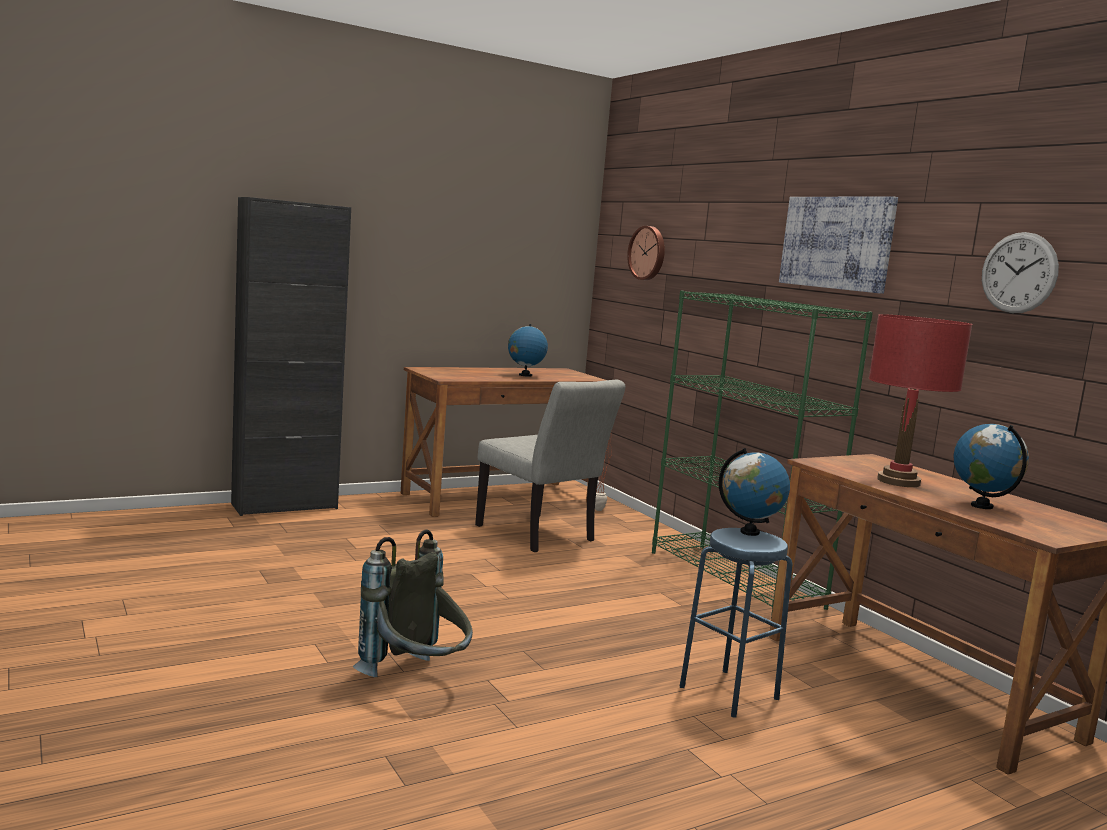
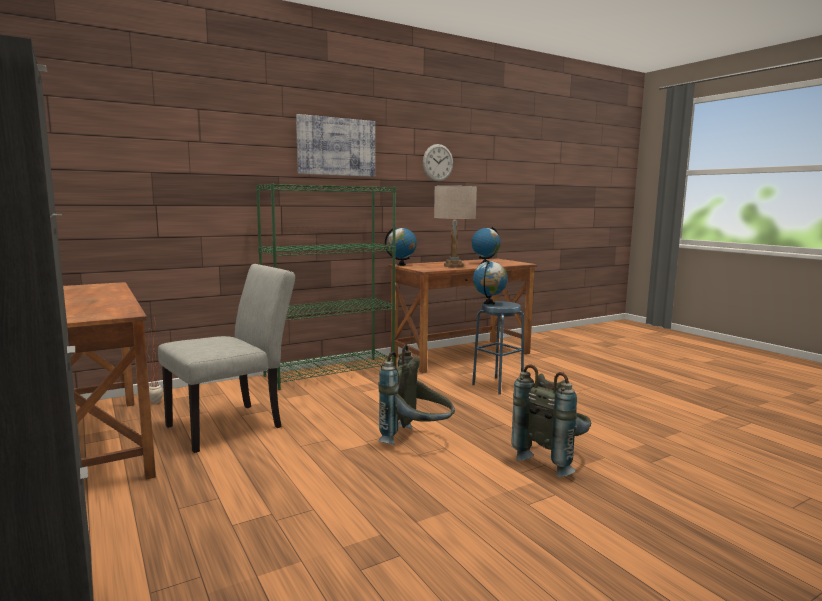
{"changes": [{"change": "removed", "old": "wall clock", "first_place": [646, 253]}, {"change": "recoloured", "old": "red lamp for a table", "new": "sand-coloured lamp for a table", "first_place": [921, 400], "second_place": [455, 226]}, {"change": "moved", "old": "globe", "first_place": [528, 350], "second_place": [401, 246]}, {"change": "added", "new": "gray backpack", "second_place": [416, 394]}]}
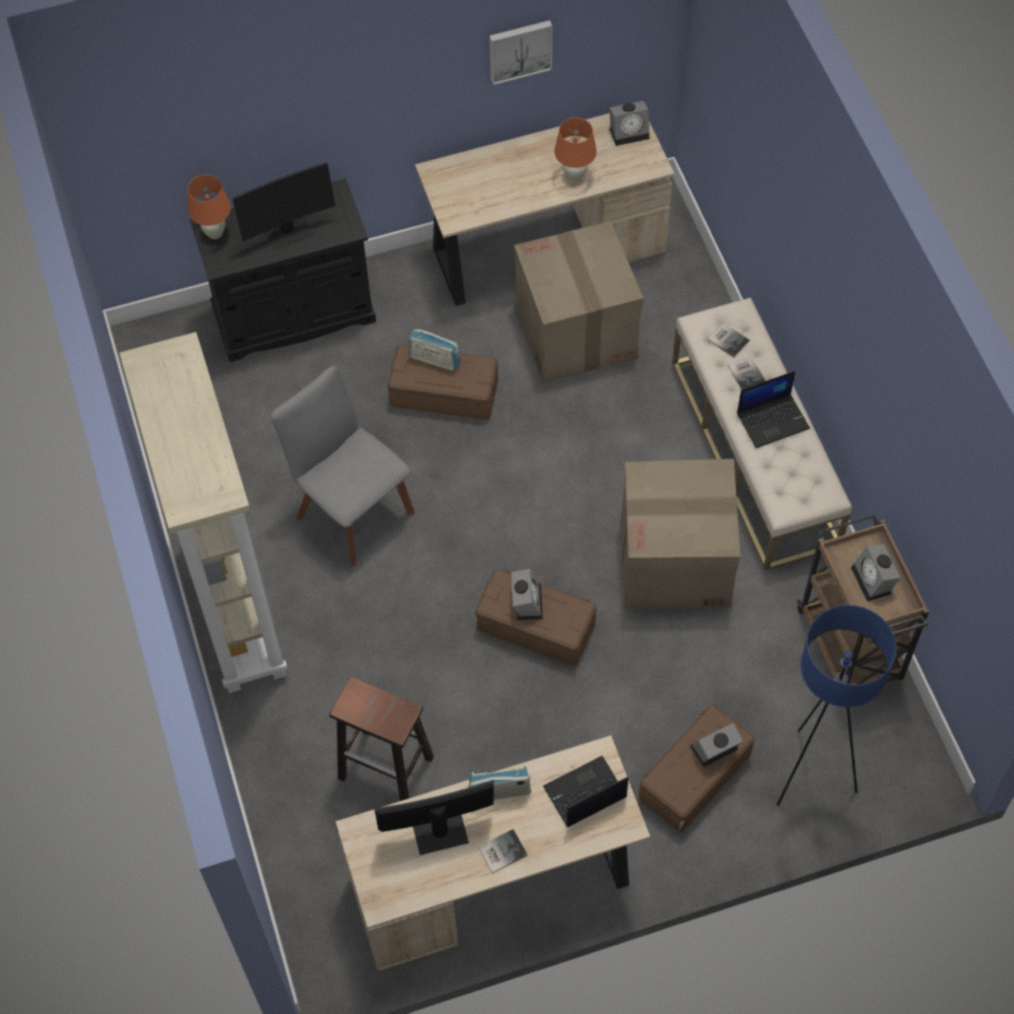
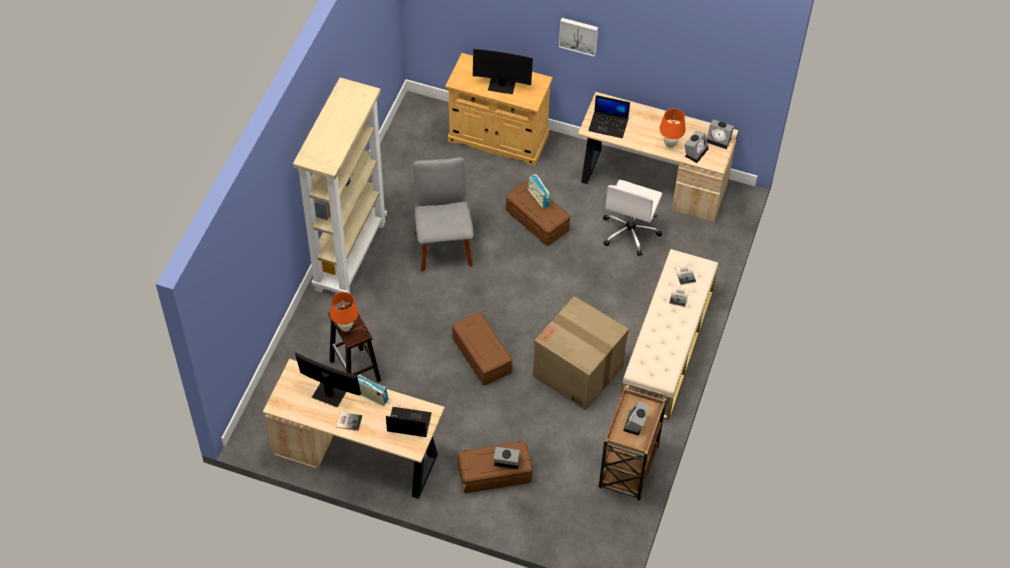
{"changes": [{"change": "moved", "old": "wall art", "first_place": [520, 52], "second_place": [578, 37]}, {"change": "moved", "old": "orange lamp for a table", "first_place": [209, 207], "second_place": [344, 312]}, {"change": "recoloured", "old": "black-coloured cupboard", "new": "sand-coloured cupboard", "first_place": [283, 270], "second_place": [499, 109]}, {"change": "replaced", "old": "carton", "new": "white-coloured desk chair", "first_place": [579, 301], "second_place": [633, 218]}, {"change": "moved", "old": "laptop", "first_place": [773, 409], "second_place": [609, 116]}, {"change": "moved", "old": "table clock", "first_place": [527, 594], "second_place": [696, 147]}, {"change": "removed", "old": "blue standing lamp", "first_place": [837, 705]}]}
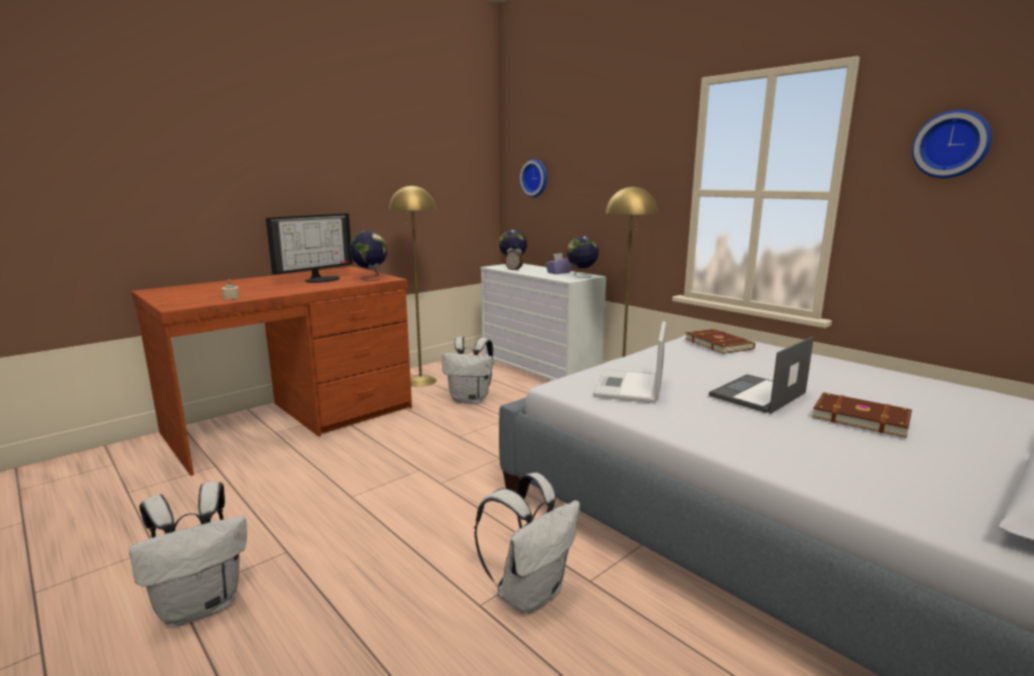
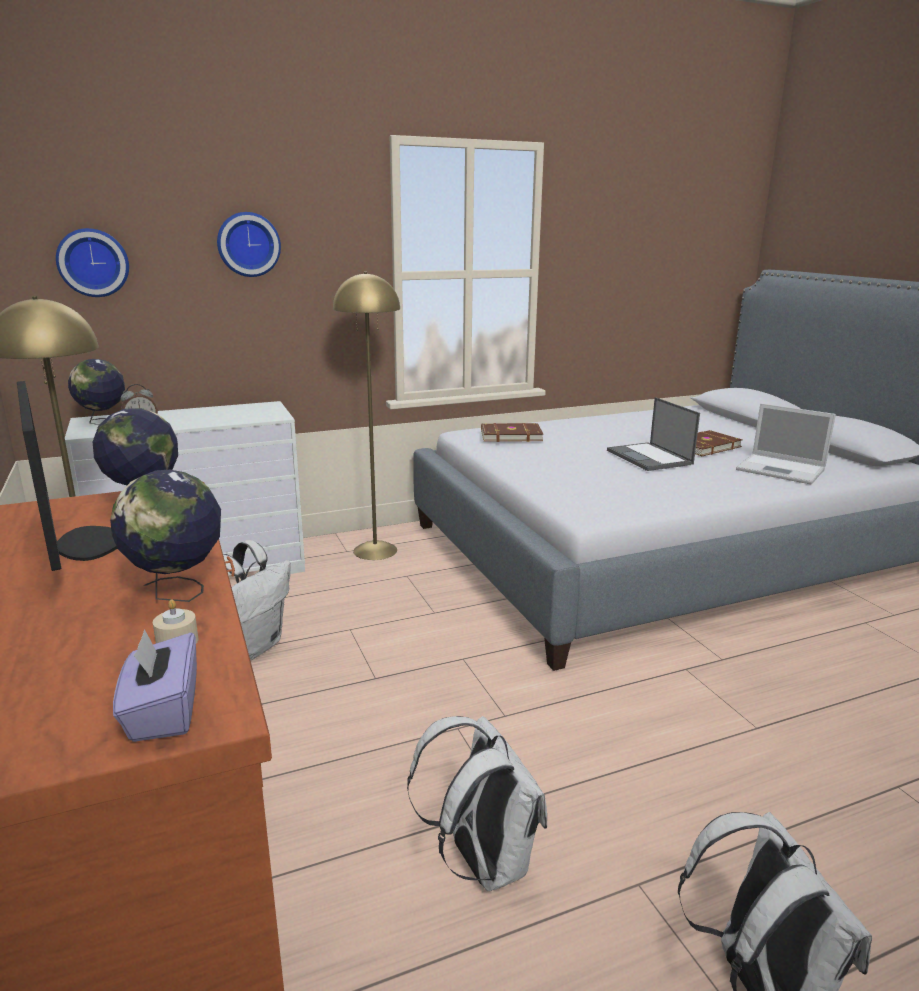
{"changes": [{"change": "moved", "old": "wall clock", "first_place": [952, 144], "second_place": [249, 244]}, {"change": "moved", "old": "globe", "first_place": [583, 257], "second_place": [165, 536]}, {"change": "moved", "old": "purplish tissue box", "first_place": [558, 263], "second_place": [155, 685]}, {"change": "moved", "old": "laptop", "first_place": [629, 362], "second_place": [786, 444]}, {"change": "moved", "old": "white-coloured backpack", "first_place": [527, 543], "second_place": [477, 803]}]}
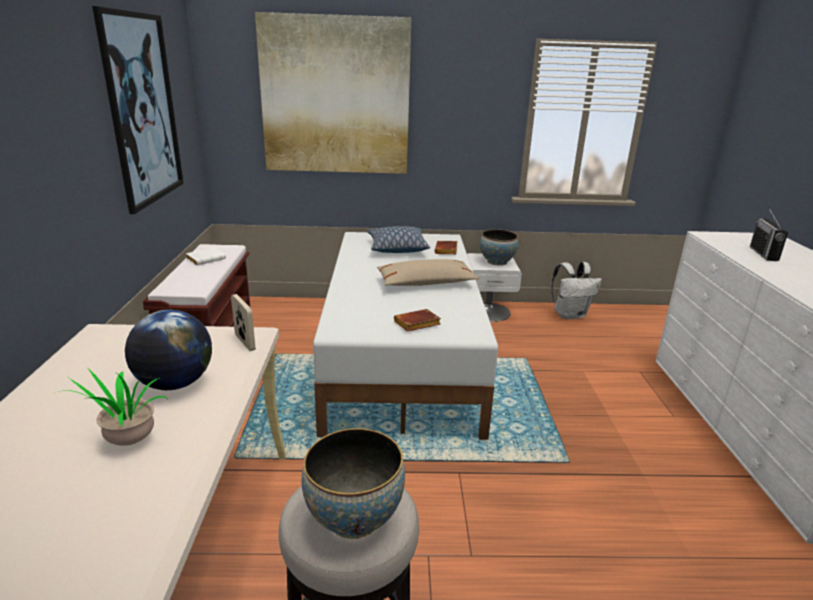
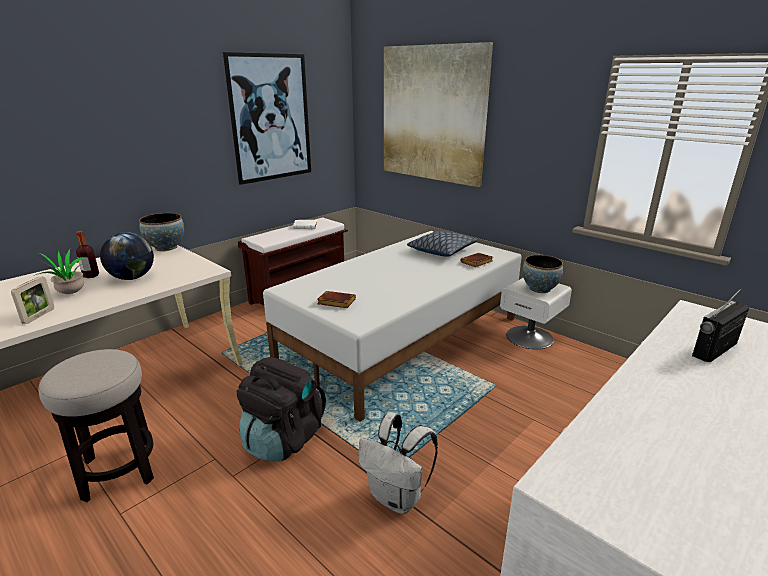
{"changes": [{"change": "removed", "old": "sand-coloured throw pillow", "first_place": [428, 272]}, {"change": "moved", "old": "white-coloured backpack", "first_place": [576, 290], "second_place": [398, 463]}, {"change": "moved", "old": "picture frame", "first_place": [243, 322], "second_place": [32, 300]}, {"change": "moved", "old": "bowl", "first_place": [353, 483], "second_place": [161, 232]}, {"change": "added", "new": "drink bottle", "second_place": [87, 254]}, {"change": "added", "new": "black-coloured backpack", "second_place": [281, 409]}]}
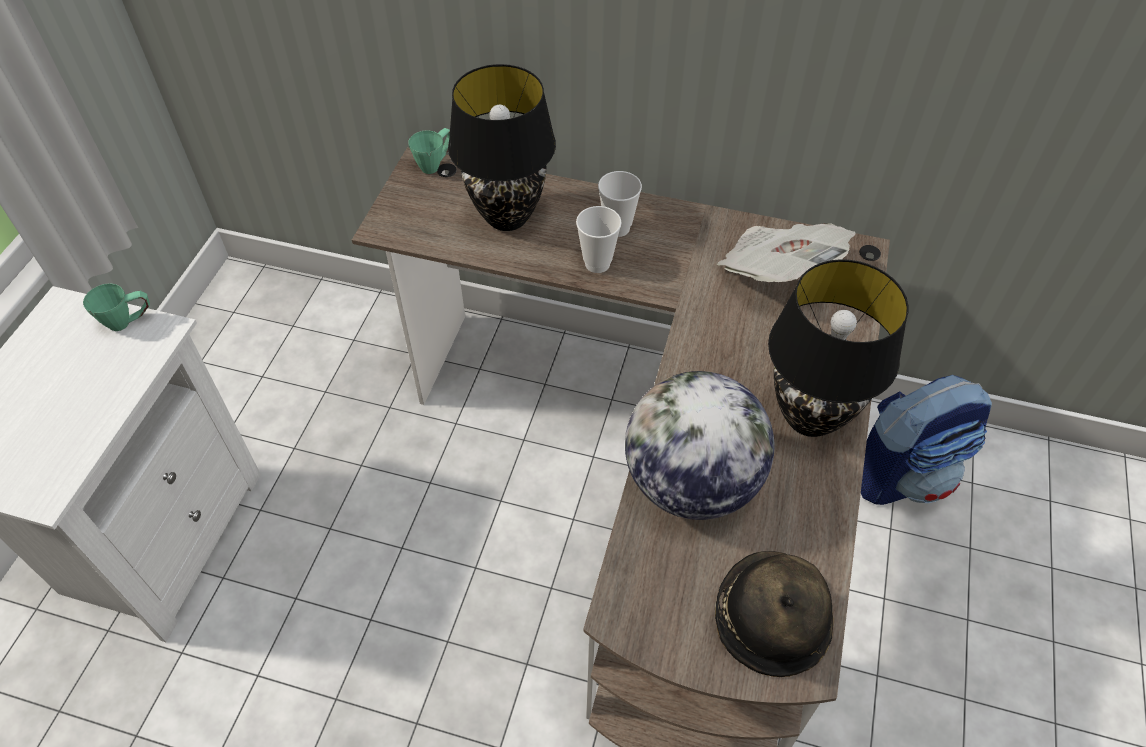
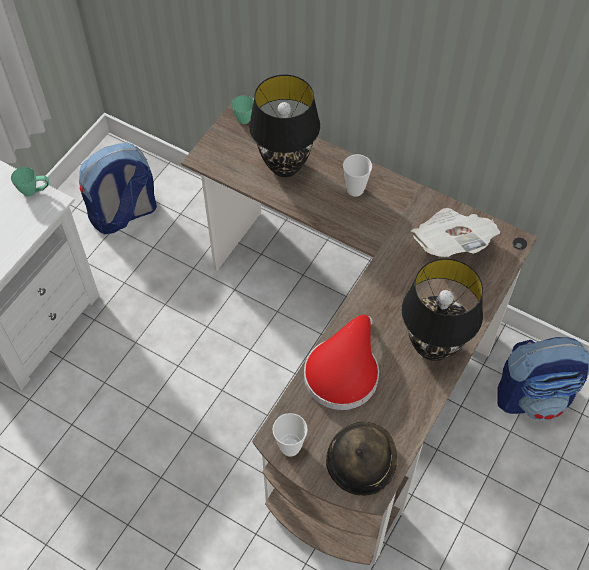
{"changes": [{"change": "moved", "old": "cup", "first_place": [599, 239], "second_place": [290, 435]}, {"change": "replaced", "old": "globe", "new": "red hat", "first_place": [699, 445], "second_place": [341, 362]}, {"change": "added", "new": "backpack", "second_place": [118, 188]}]}
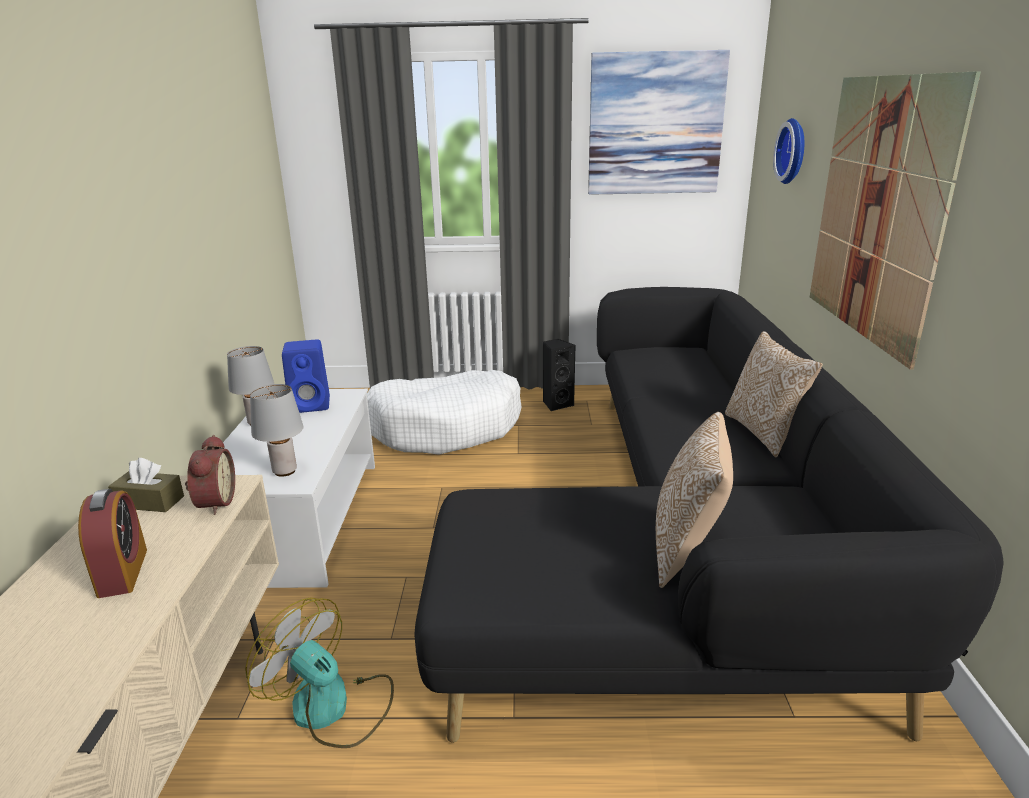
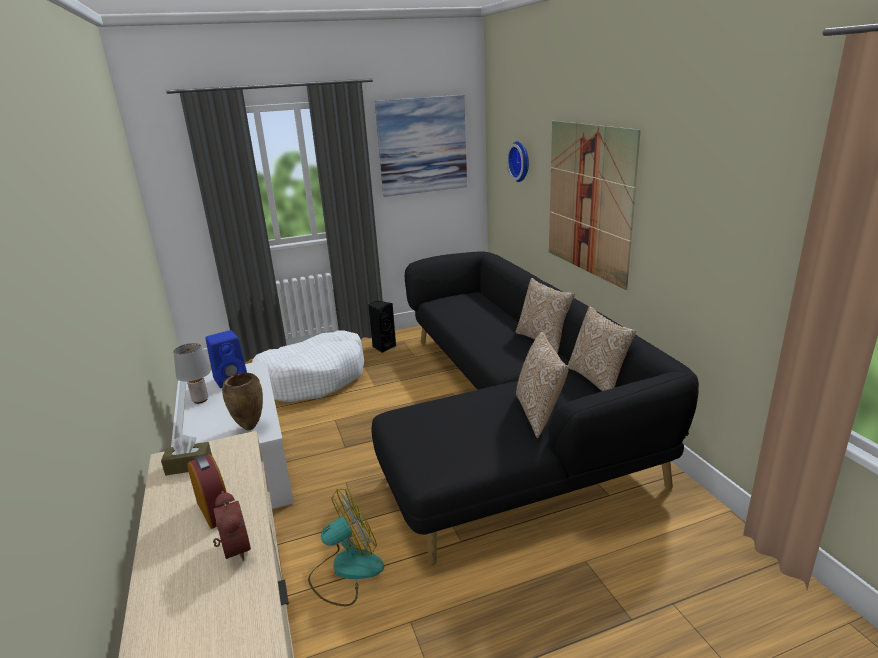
{"changes": [{"change": "replaced", "old": "gray lamp for a table", "new": "brownish vase", "first_place": [276, 430], "second_place": [242, 402]}, {"change": "moved", "old": "table clock", "first_place": [210, 475], "second_place": [232, 526]}, {"change": "turned", "old": "electric fan", "first_place": [319, 673], "second_place": [346, 547], "degrees": 135}, {"change": "added", "new": "throw pillow", "second_place": [602, 348]}]}
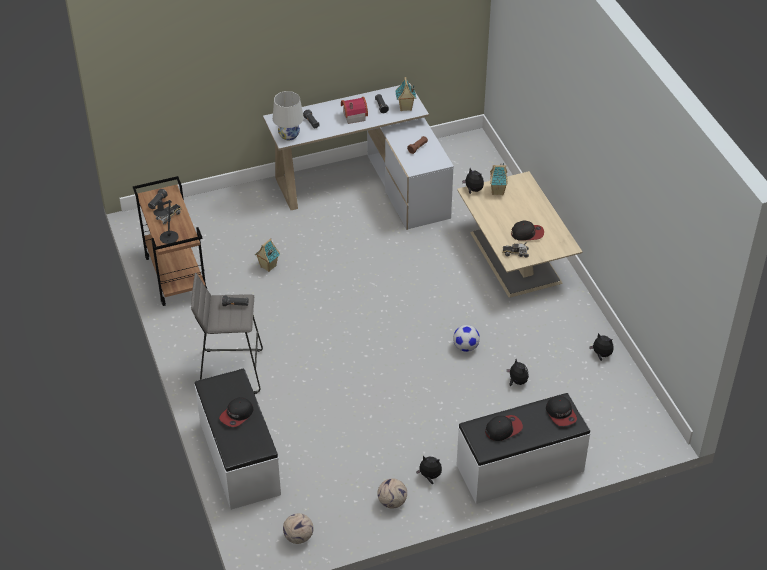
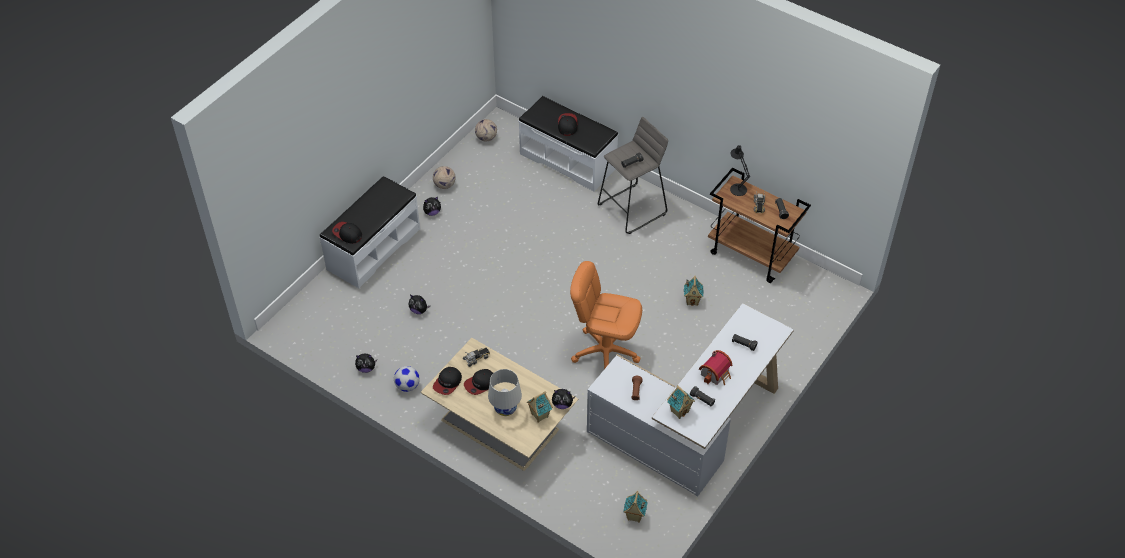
{"changes": [{"change": "moved", "old": "white-coloured lamp for a table", "first_place": [288, 115], "second_place": [505, 392]}, {"change": "moved", "old": "football", "first_place": [466, 338], "second_place": [407, 379]}, {"change": "moved", "old": "cap", "first_place": [504, 428], "second_place": [447, 381]}, {"change": "added", "new": "orange desk chair", "second_place": [606, 315]}, {"change": "added", "new": "model house", "second_place": [635, 507]}]}
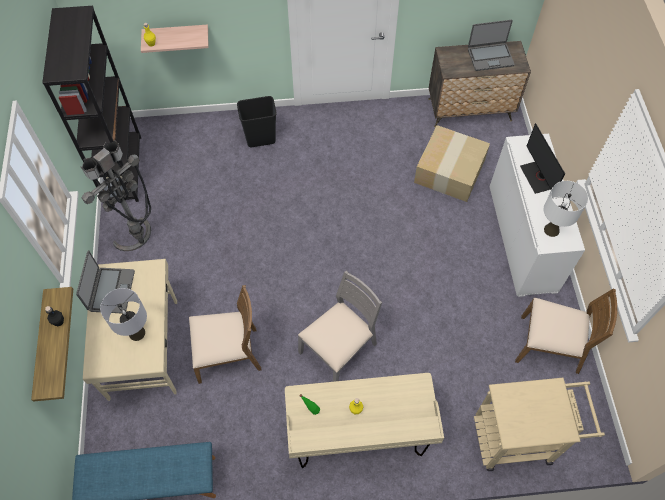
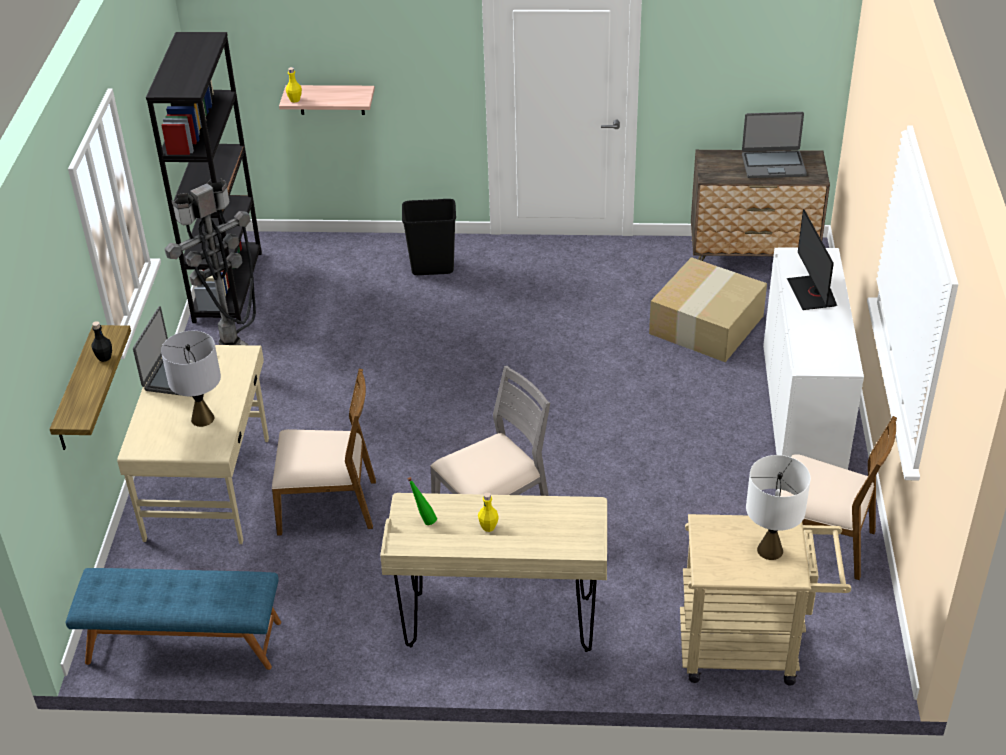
{"changes": [{"change": "moved", "old": "white-coloured lamp for a table", "first_place": [566, 209], "second_place": [778, 507]}]}
